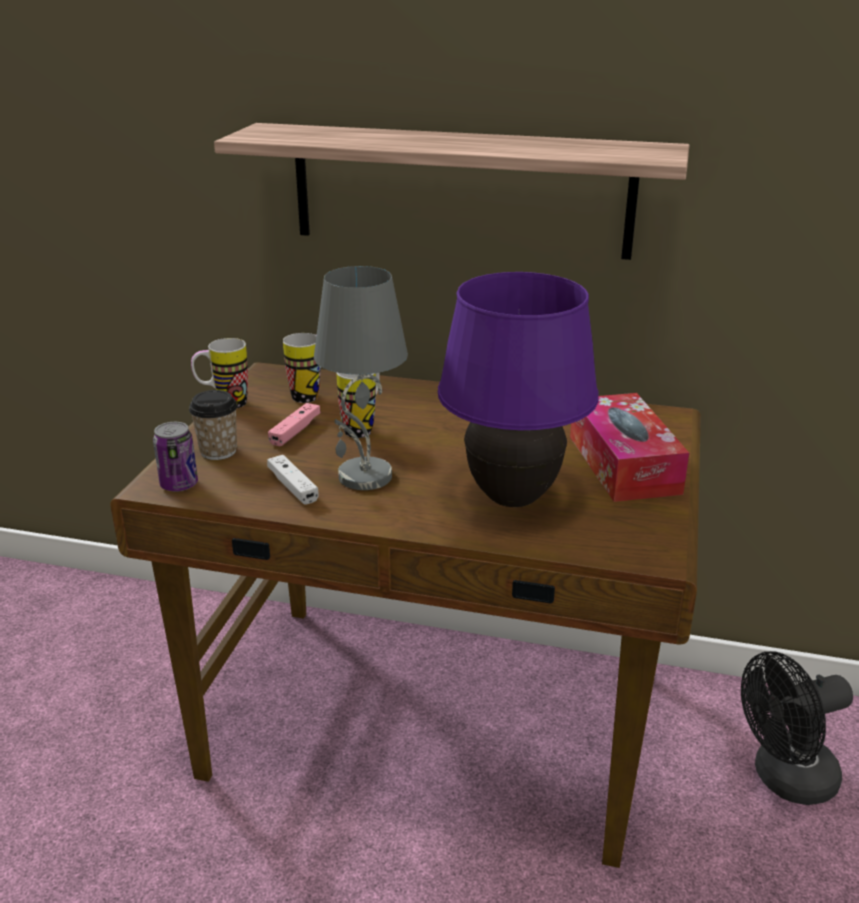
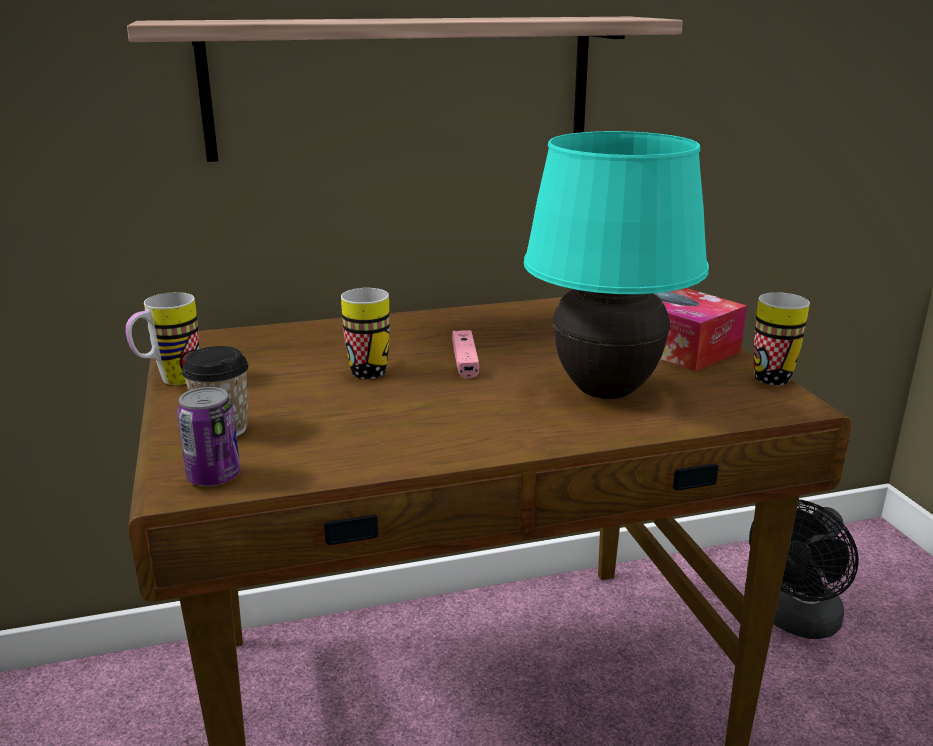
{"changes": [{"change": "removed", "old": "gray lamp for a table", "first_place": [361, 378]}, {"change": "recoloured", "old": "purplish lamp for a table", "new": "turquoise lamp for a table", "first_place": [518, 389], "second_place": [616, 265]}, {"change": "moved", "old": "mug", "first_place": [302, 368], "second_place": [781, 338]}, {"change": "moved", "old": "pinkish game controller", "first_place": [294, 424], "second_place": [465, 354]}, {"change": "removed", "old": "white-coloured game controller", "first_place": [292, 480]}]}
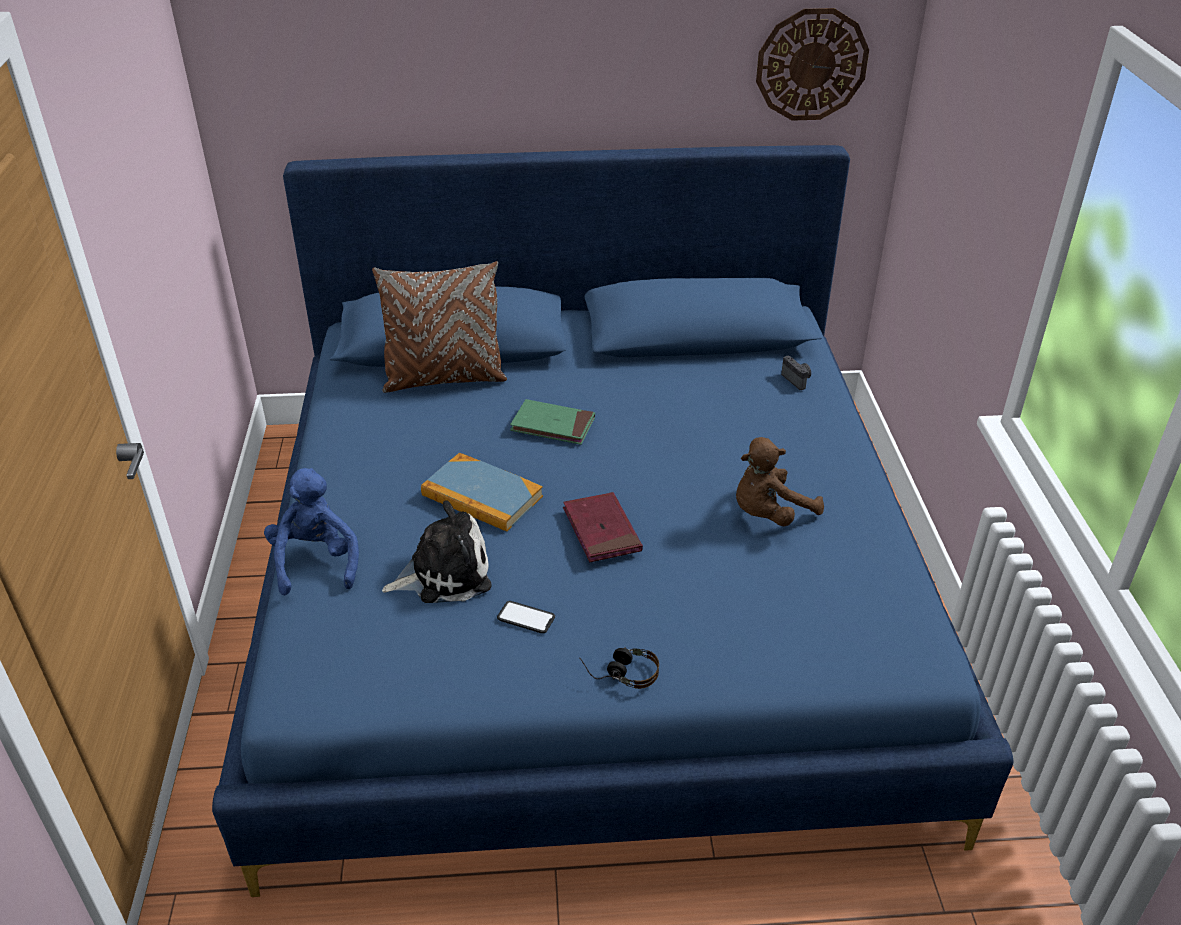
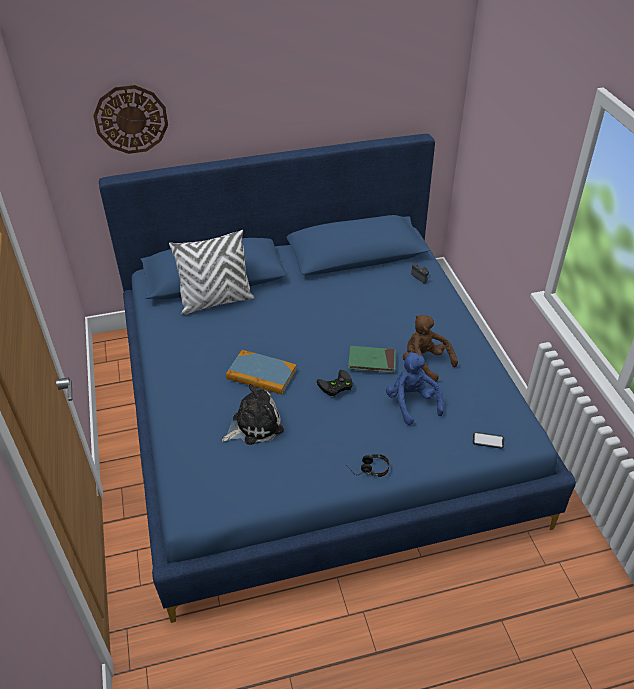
{"changes": [{"change": "moved", "old": "wall clock", "first_place": [812, 64], "second_place": [130, 119]}, {"change": "recoloured", "old": "brownish throw pillow", "new": "white-coloured throw pillow", "first_place": [439, 327], "second_place": [211, 272]}, {"change": "moved", "old": "greenish volume", "first_place": [552, 422], "second_place": [372, 359]}, {"change": "turned", "old": "brownish plush toy", "first_place": [780, 482], "second_place": [430, 348], "degrees": 90}, {"change": "moved", "old": "blue plush toy", "first_place": [311, 531], "second_place": [415, 388]}, {"change": "replaced", "old": "red volume", "new": "black-coloured game controller", "first_place": [603, 527], "second_place": [335, 383]}, {"change": "moved", "old": "telephone", "first_place": [526, 617], "second_place": [488, 440]}]}
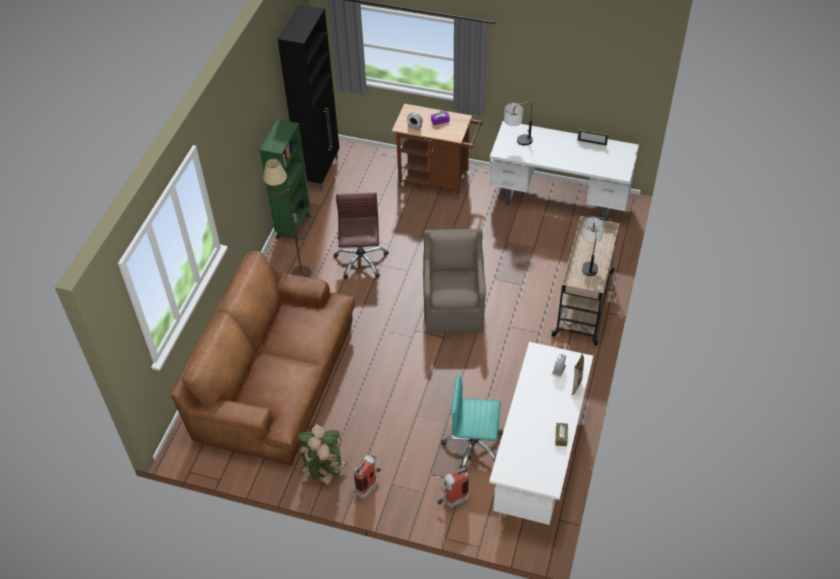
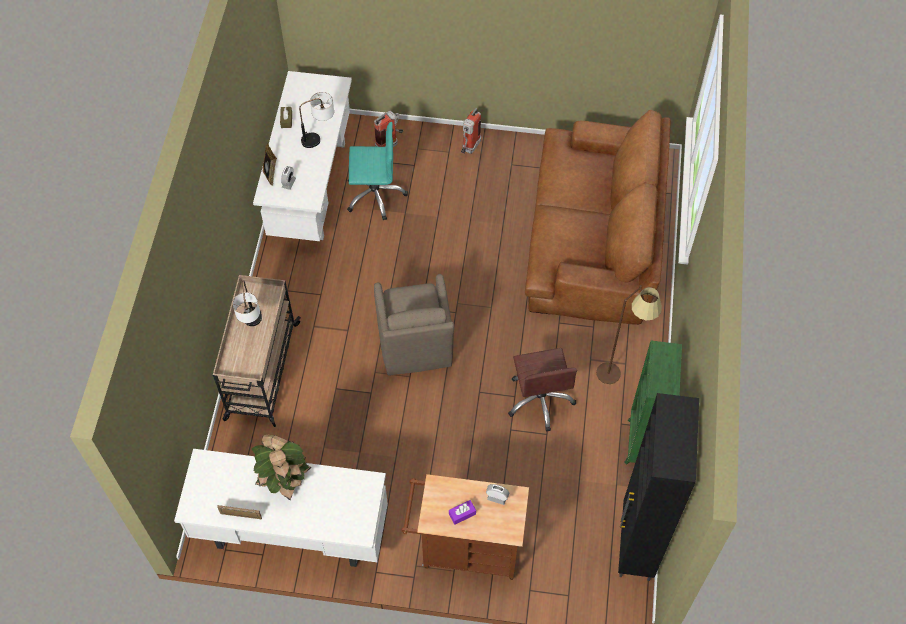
{"changes": [{"change": "moved", "old": "lamp for a table", "first_place": [518, 123], "second_place": [316, 120]}, {"change": "moved", "old": "plant in a pot", "first_place": [322, 454], "second_place": [282, 467]}]}
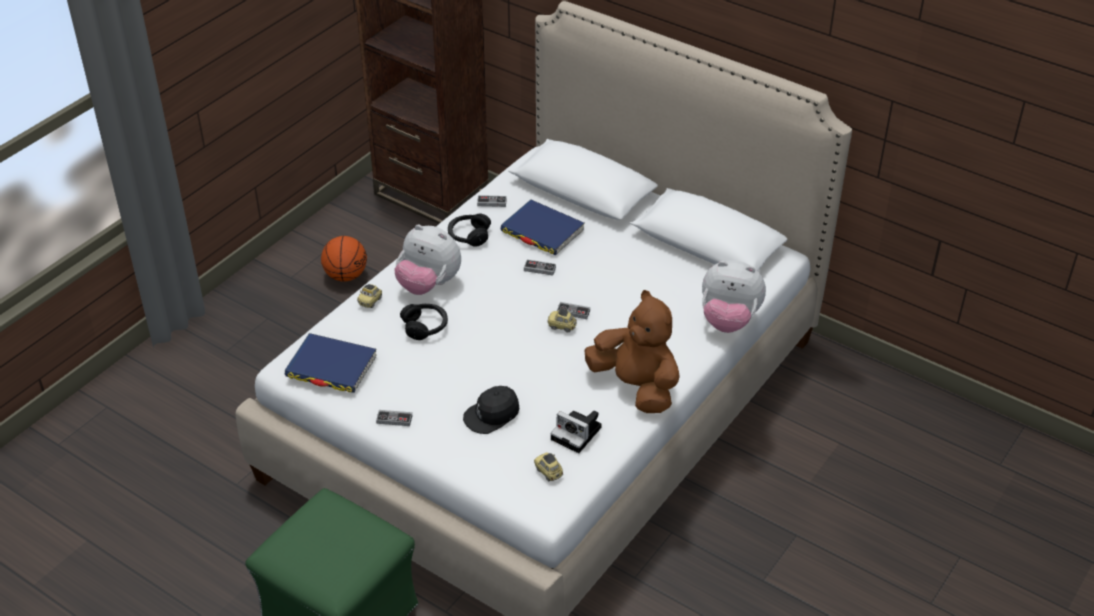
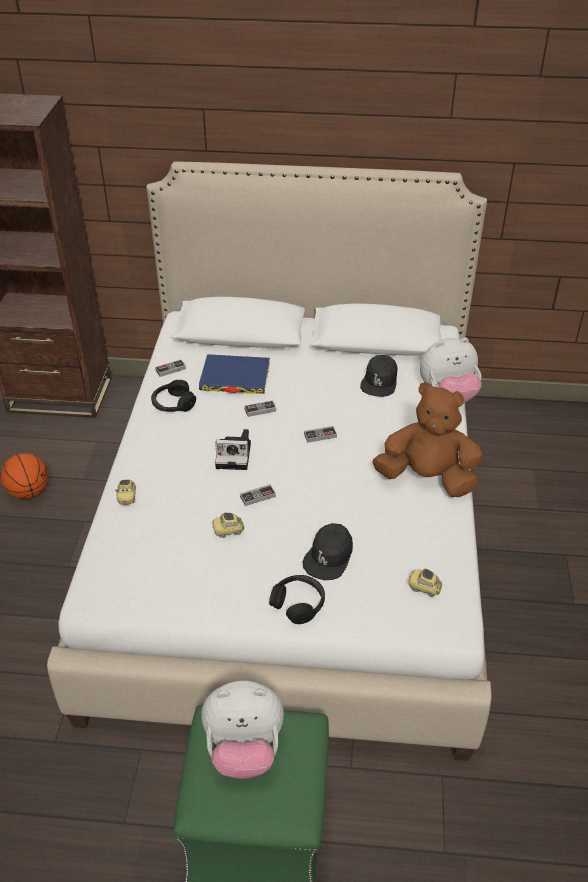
{"changes": [{"change": "moved", "old": "plush toy", "first_place": [427, 259], "second_place": [242, 729]}, {"change": "moved", "old": "black-coloured headset", "first_place": [424, 322], "second_place": [297, 599]}, {"change": "moved", "old": "miniature car", "first_place": [562, 320], "second_place": [228, 525]}, {"change": "removed", "old": "blue volume", "first_place": [331, 363]}, {"change": "moved", "old": "game controller", "first_place": [394, 418], "second_place": [258, 495]}, {"change": "moved", "old": "still camera", "first_place": [576, 432], "second_place": [233, 449]}, {"change": "added", "new": "black-coloured cap", "second_place": [379, 376]}]}
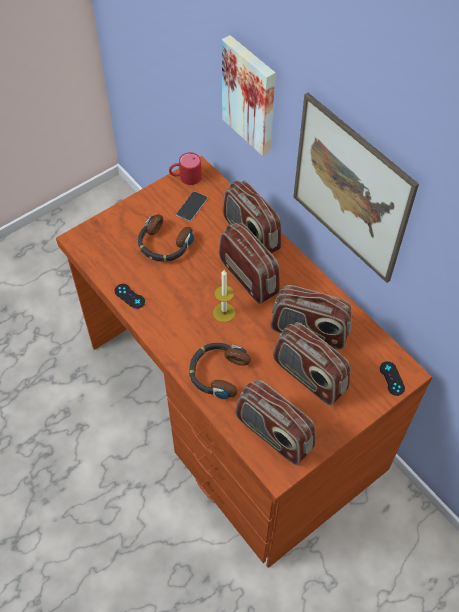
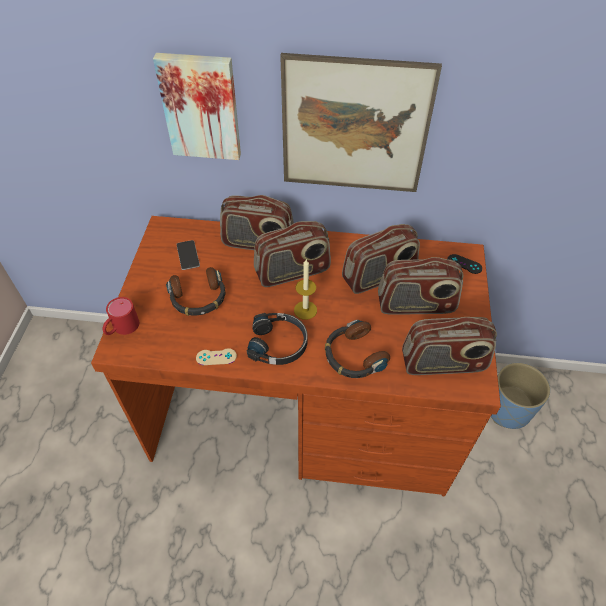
{"changes": [{"change": "moved", "old": "red mug", "first_place": [185, 168], "second_place": [121, 316]}, {"change": "turned", "old": "radio", "first_place": [249, 263], "second_place": [292, 254], "degrees": 150}, {"change": "recoloured", "old": "black-coloured game controller", "new": "sand-coloured game controller", "first_place": [129, 296], "second_place": [216, 356]}, {"change": "added", "new": "black-coloured headset", "second_place": [277, 339]}, {"change": "added", "new": "blue plant pot", "second_place": [520, 396]}]}
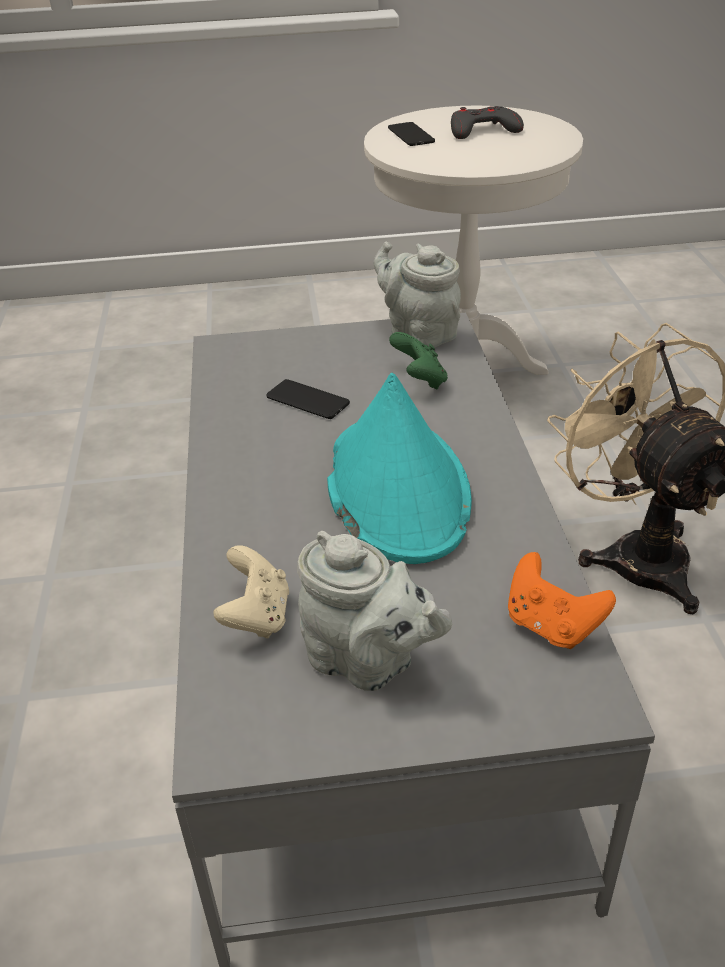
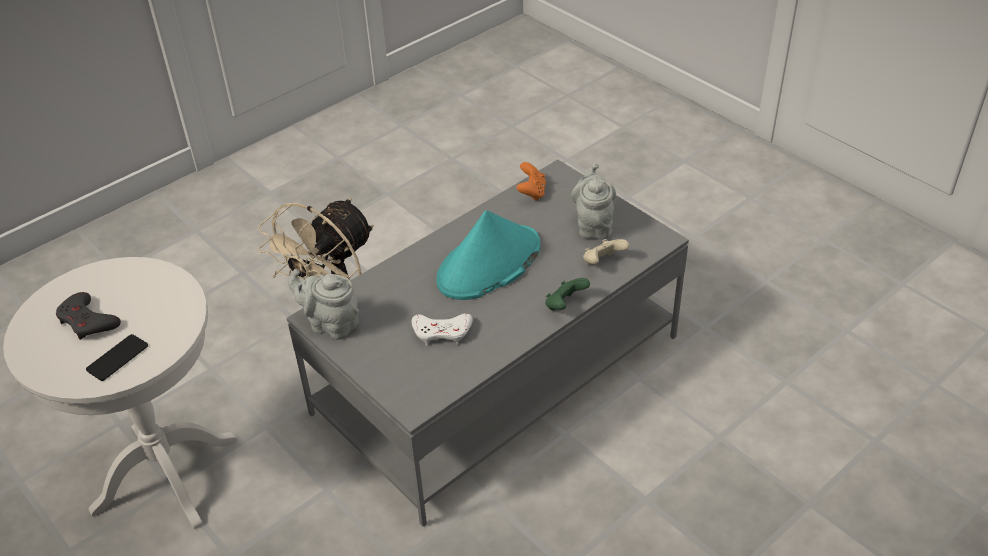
{"changes": [{"change": "turned", "old": "gray pot for tea", "first_place": [417, 295], "second_place": [323, 304], "degrees": 105}, {"change": "moved", "old": "greenish game controller", "first_place": [418, 360], "second_place": [567, 294]}, {"change": "replaced", "old": "telephone", "new": "white-coloured game controller", "first_place": [308, 399], "second_place": [442, 329]}]}
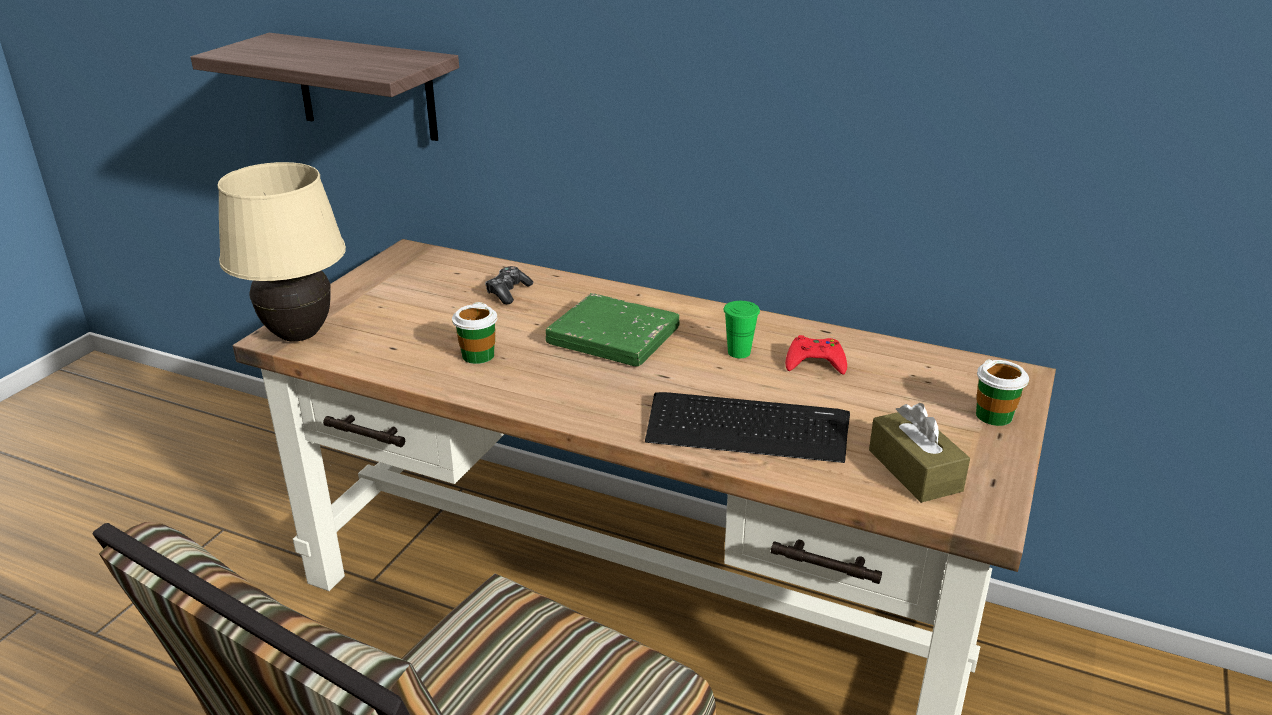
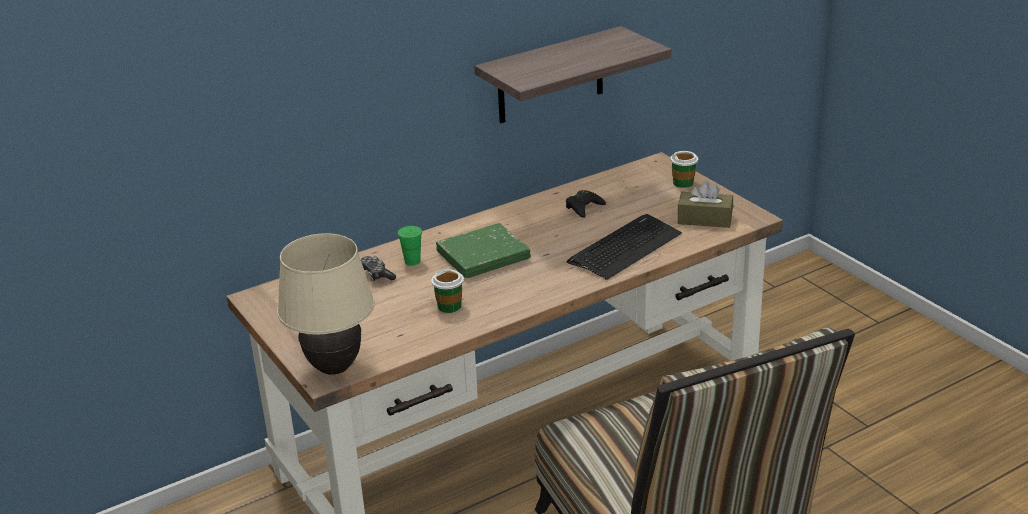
{"changes": [{"change": "moved", "old": "shelf", "first_place": [325, 87], "second_place": [572, 74]}, {"change": "moved", "old": "greenish cup", "first_place": [741, 329], "second_place": [409, 246]}, {"change": "recoloured", "old": "red game controller", "new": "black-coloured game controller", "first_place": [816, 355], "second_place": [586, 204]}]}
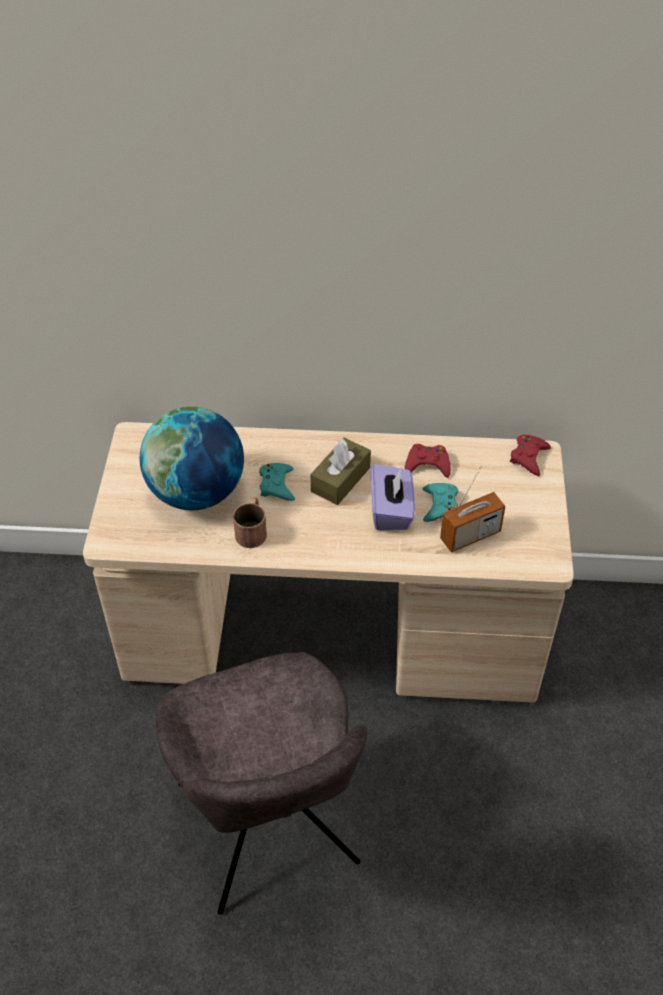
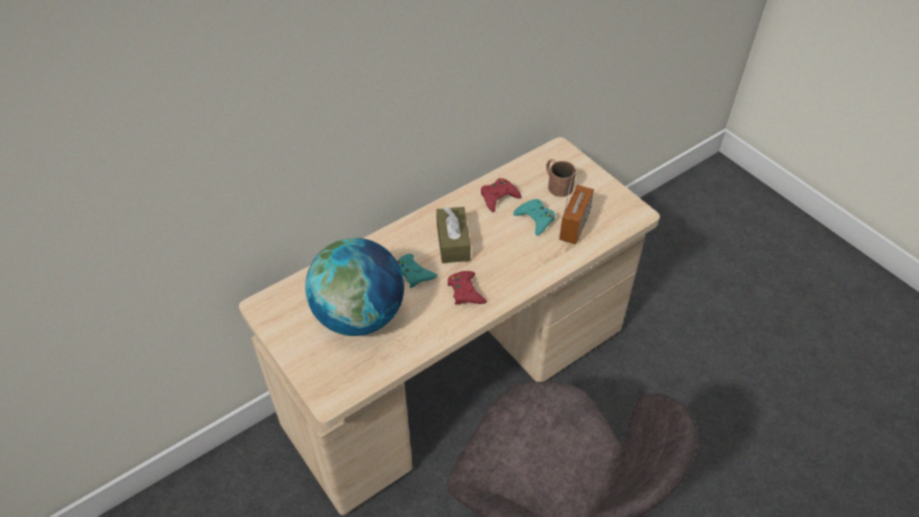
{"changes": [{"change": "moved", "old": "red game controller", "first_place": [530, 455], "second_place": [467, 288]}, {"change": "removed", "old": "purplish tissue box", "first_place": [393, 497]}, {"change": "moved", "old": "brownish mug", "first_place": [250, 522], "second_place": [561, 178]}]}
